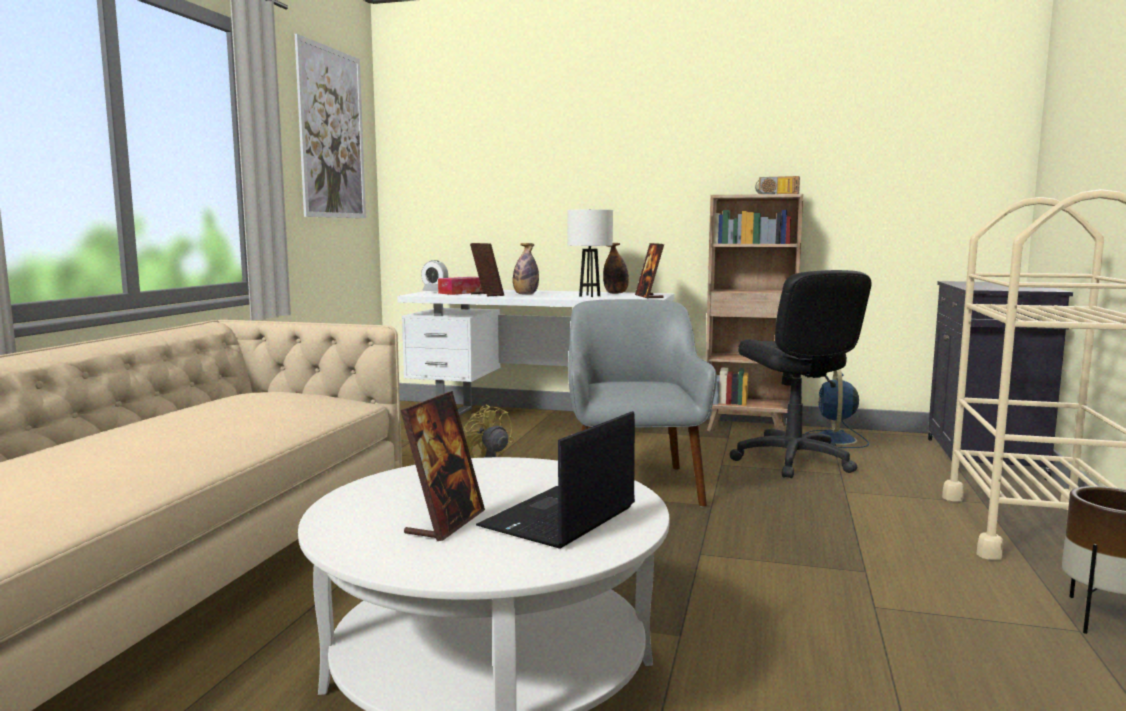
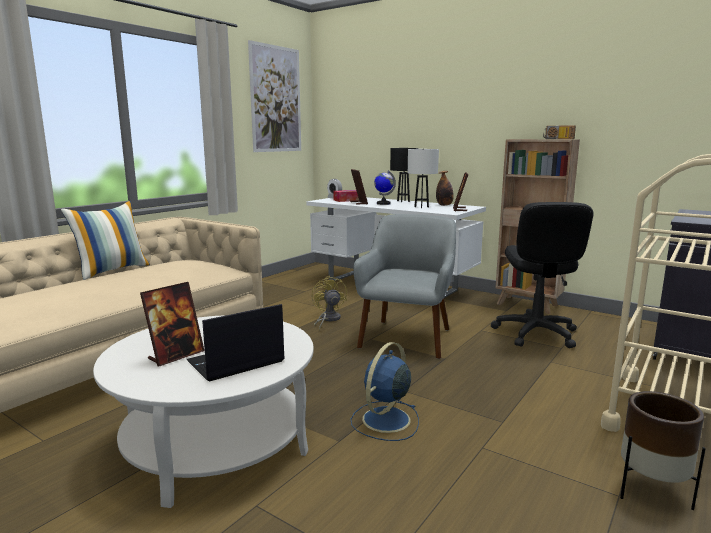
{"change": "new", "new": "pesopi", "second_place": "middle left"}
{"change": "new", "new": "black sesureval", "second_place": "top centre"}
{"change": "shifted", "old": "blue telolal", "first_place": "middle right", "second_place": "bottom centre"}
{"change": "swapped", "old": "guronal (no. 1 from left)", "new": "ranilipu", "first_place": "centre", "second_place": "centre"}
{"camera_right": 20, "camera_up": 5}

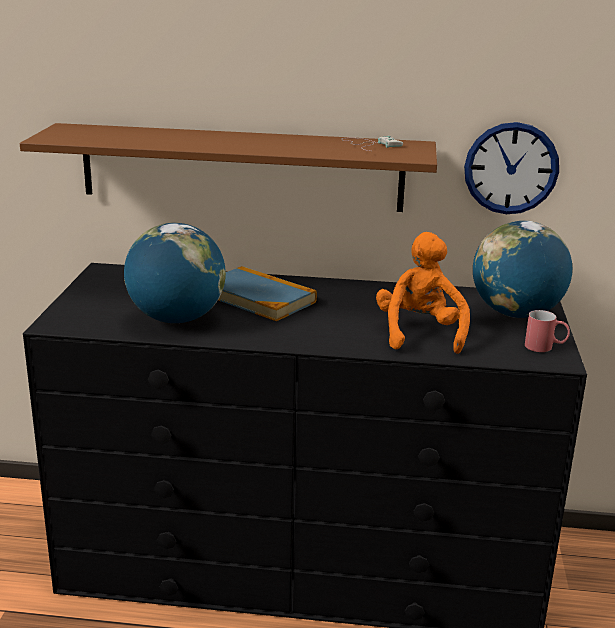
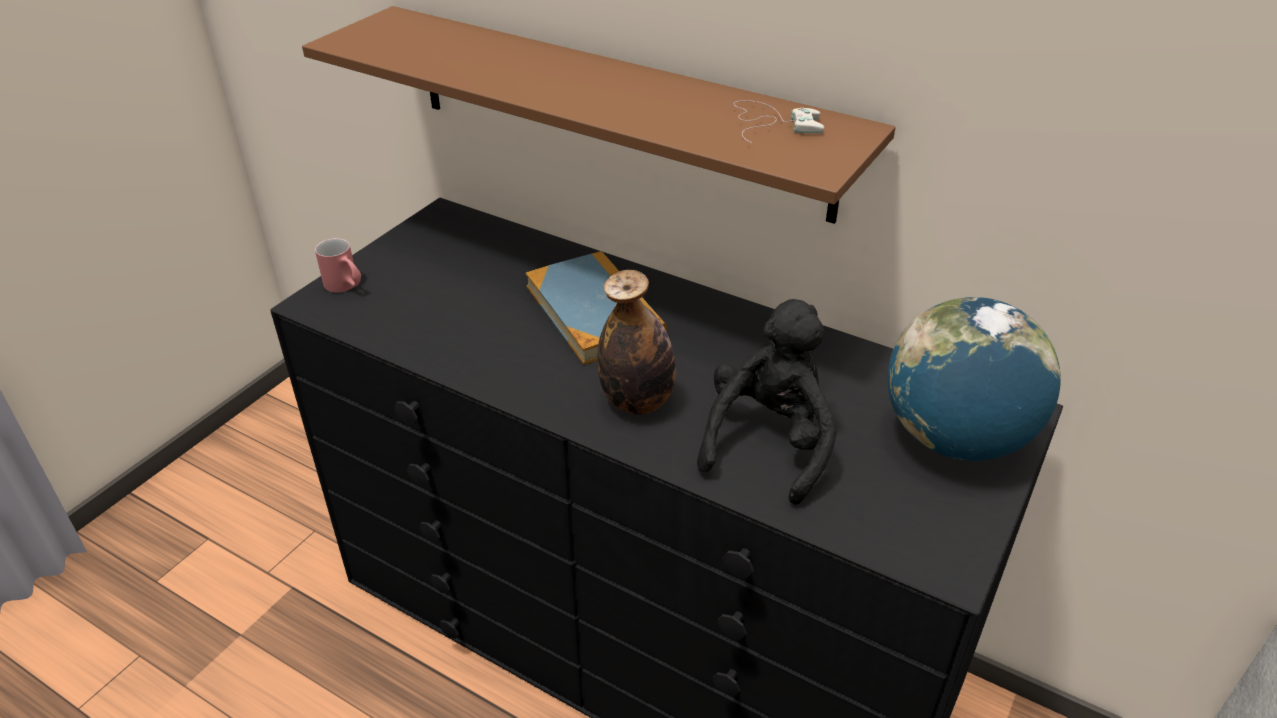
{"change": "gone", "old": "ranilipu (no. 1 from left)", "first_place": "middle left"}
{"change": "gone", "old": "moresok", "first_place": "top right"}
{"change": "new", "new": "guronal", "second_place": "centre"}
{"change": "shifted", "old": "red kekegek", "first_place": "middle right", "second_place": "middle left"}
{"change": "repainted", "old": "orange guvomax", "new": "black guvomax", "first_place": "middle right", "second_place": "centre"}
{"camera_right": 25, "camera_up": 15}

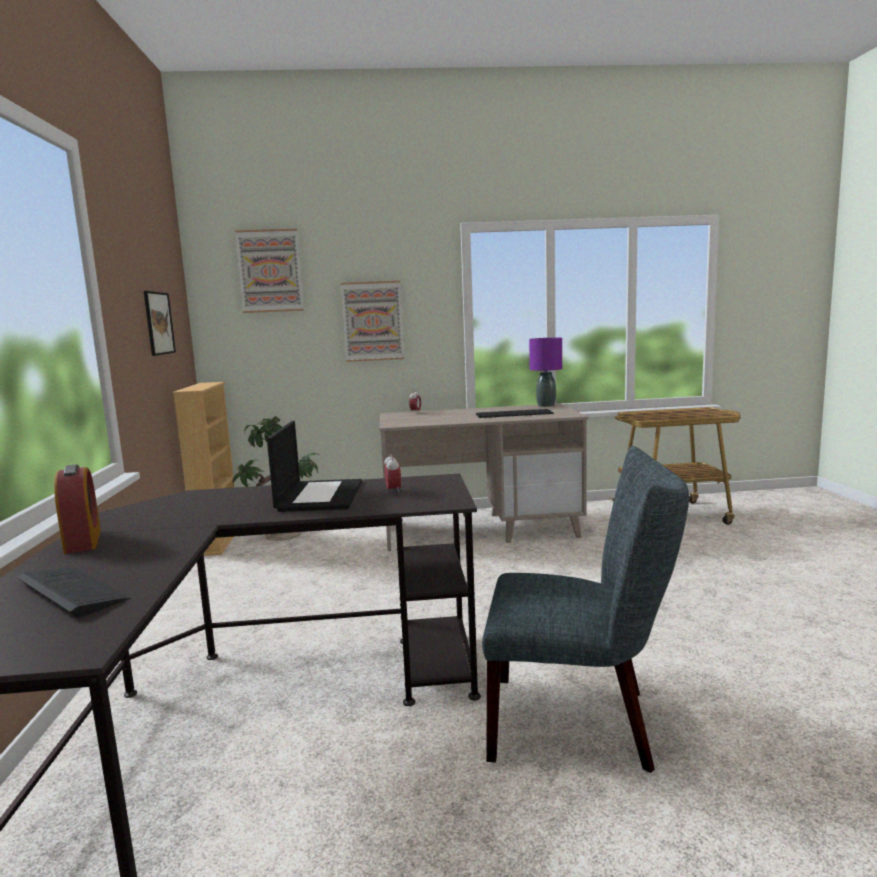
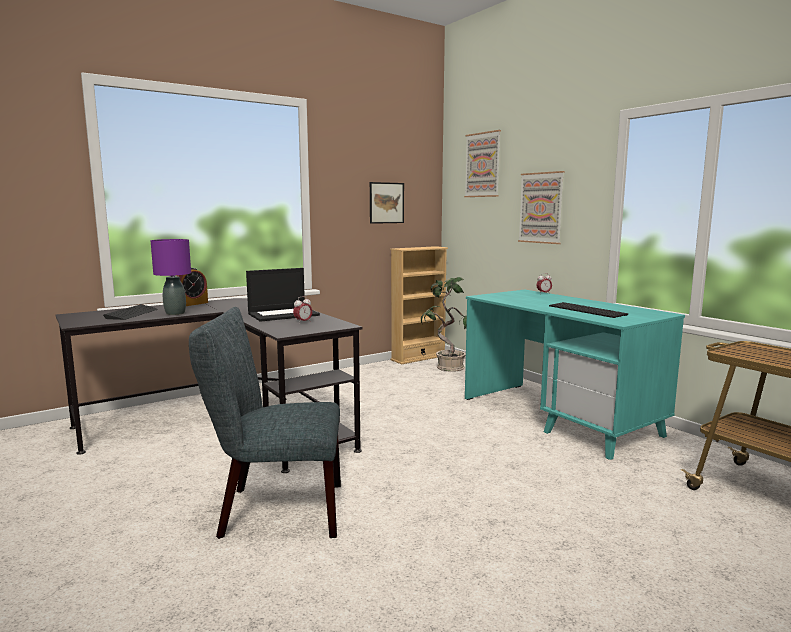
{"change": "shifted", "old": "purple sesureval", "first_place": "centre", "second_place": "middle left"}
{"change": "repainted", "old": "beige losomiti", "new": "turquoise losomiti", "first_place": "centre", "second_place": "middle right"}
{"change": "rotated", "old": "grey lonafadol", "first_place": "bottom right", "second_place": "bottom centre", "degrees": 105}
{"camera_right": 60, "camera_up": 0}

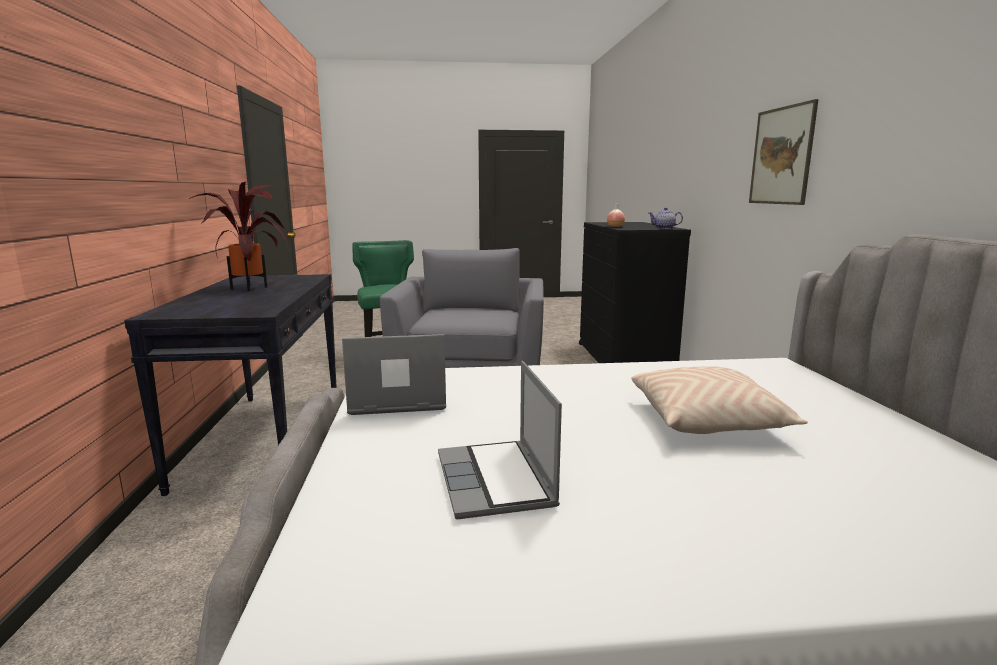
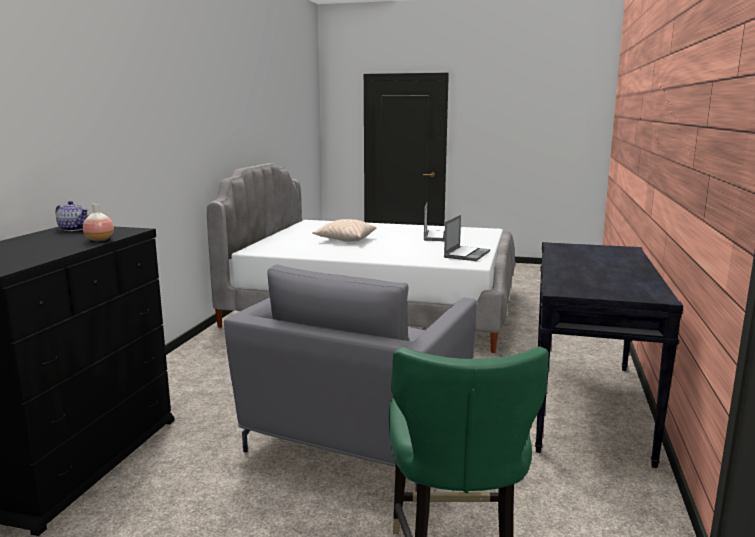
{"change": "gone", "old": "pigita", "first_place": "middle left"}
{"change": "gone", "old": "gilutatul", "first_place": "top right"}
{"change": "rotated", "old": "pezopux (no. 1 from left in the first image)", "first_place": "centre", "second_place": "centre", "degrees": -75}
{"camera_right": -160, "camera_up": 0}

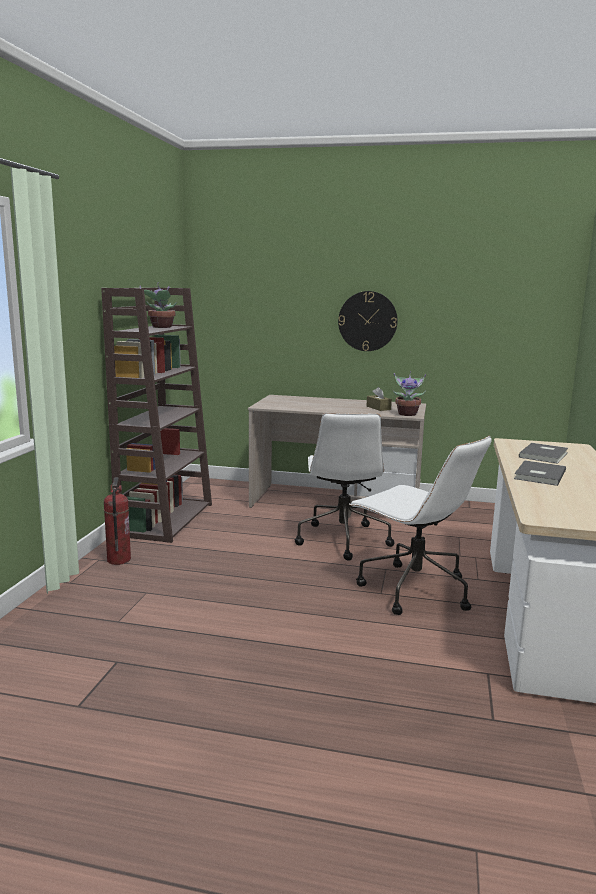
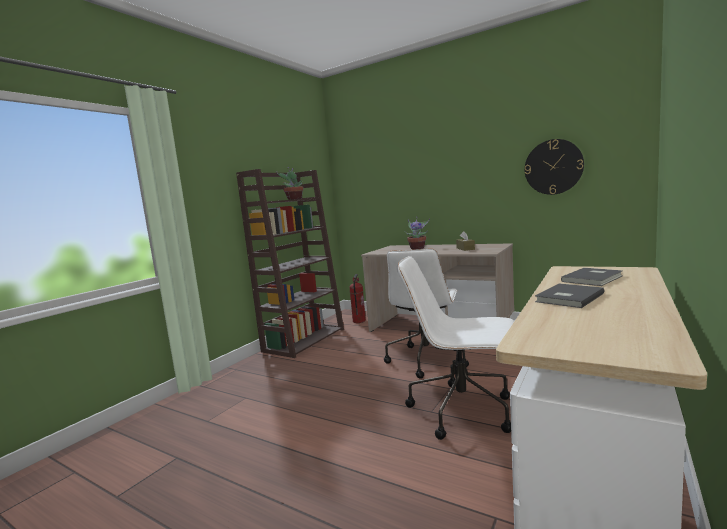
{"change": "shifted", "old": "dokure", "first_place": "middle left", "second_place": "centre"}
{"change": "shifted", "old": "moresok", "first_place": "centre", "second_place": "top right"}
{"change": "shifted", "old": "pigita (no. 2 from left)", "first_place": "middle right", "second_place": "centre"}
{"change": "rotated", "old": "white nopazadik (no. 2 from left)", "first_place": "middle right", "second_place": "centre", "degrees": 135}
{"camera_right": 20, "camera_up": -5}

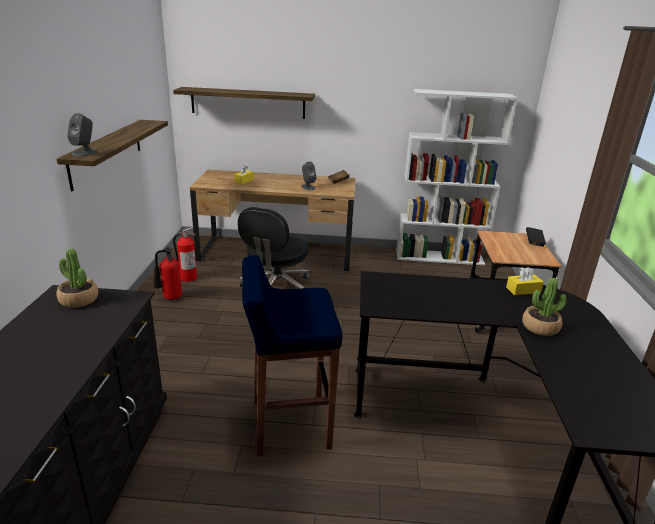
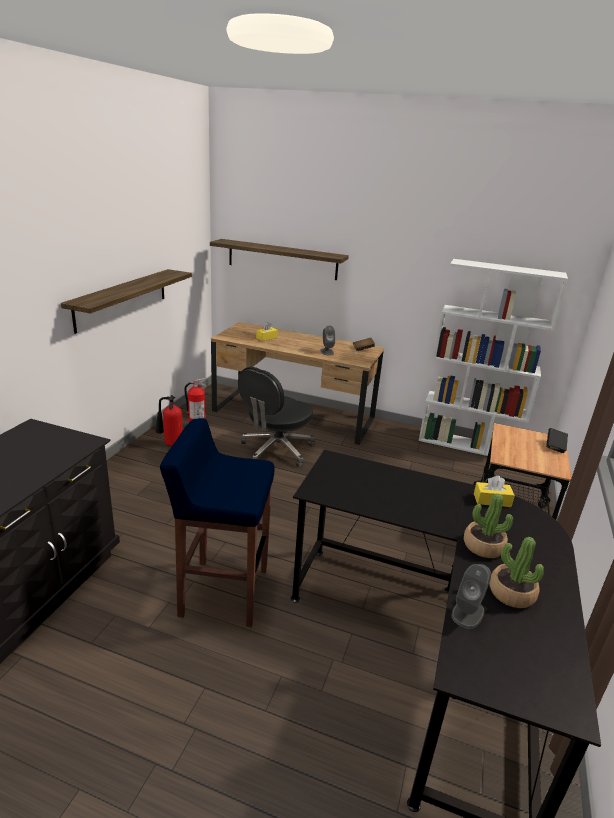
{"change": "shifted", "old": "pigita (no. 1 from left in the first image)", "new": "pigita (no. 2 from left)", "first_place": "middle left", "second_place": "bottom right"}
{"change": "shifted", "old": "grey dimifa (no. 1 from left in the first image)", "new": "grey dimifa (no. 2 from left)", "first_place": "top left", "second_place": "bottom right"}
{"camera_right": 15, "camera_up": 0}

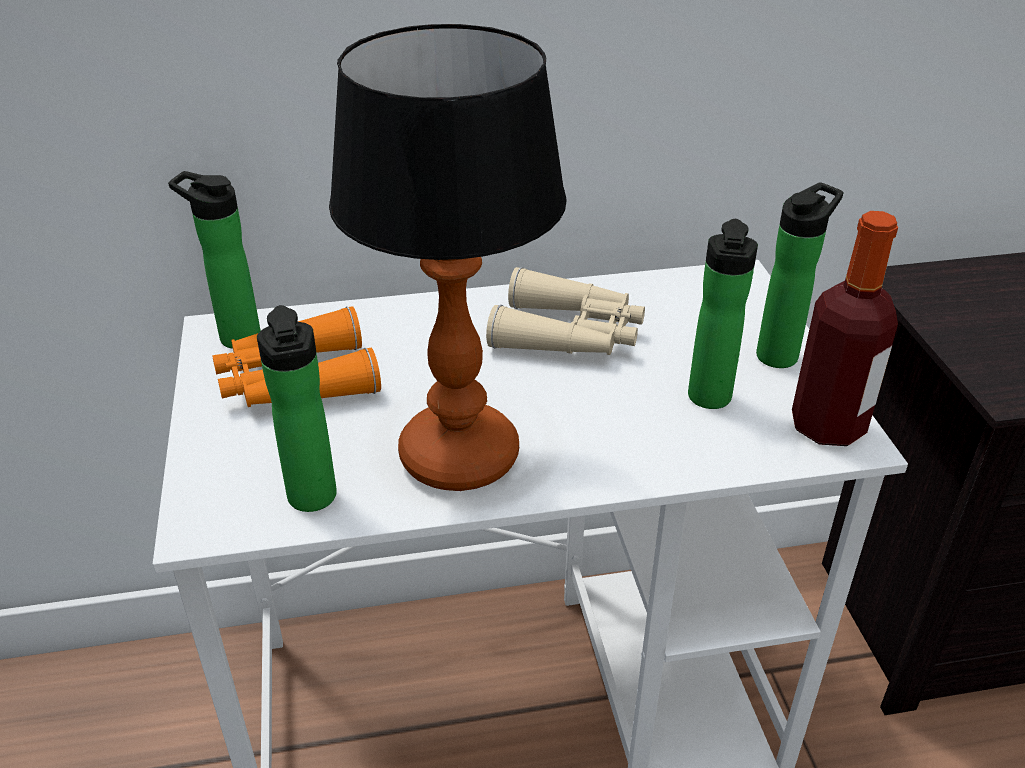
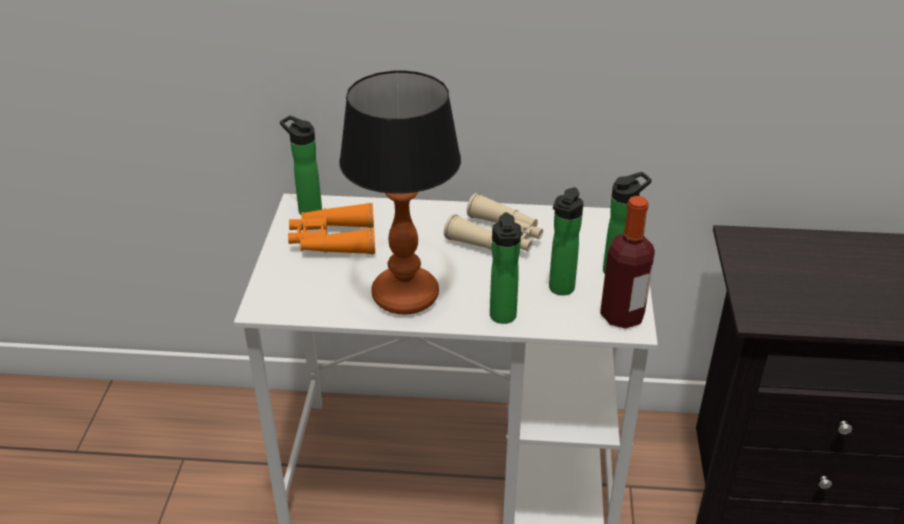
{"change": "shifted", "old": "guronal (no. 2 from left)", "first_place": "middle left", "second_place": "centre"}
{"camera_right": 15, "camera_up": 0}

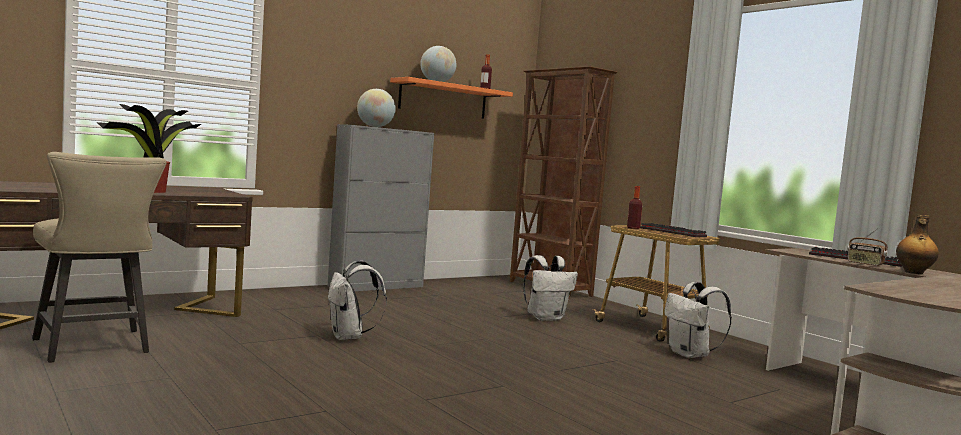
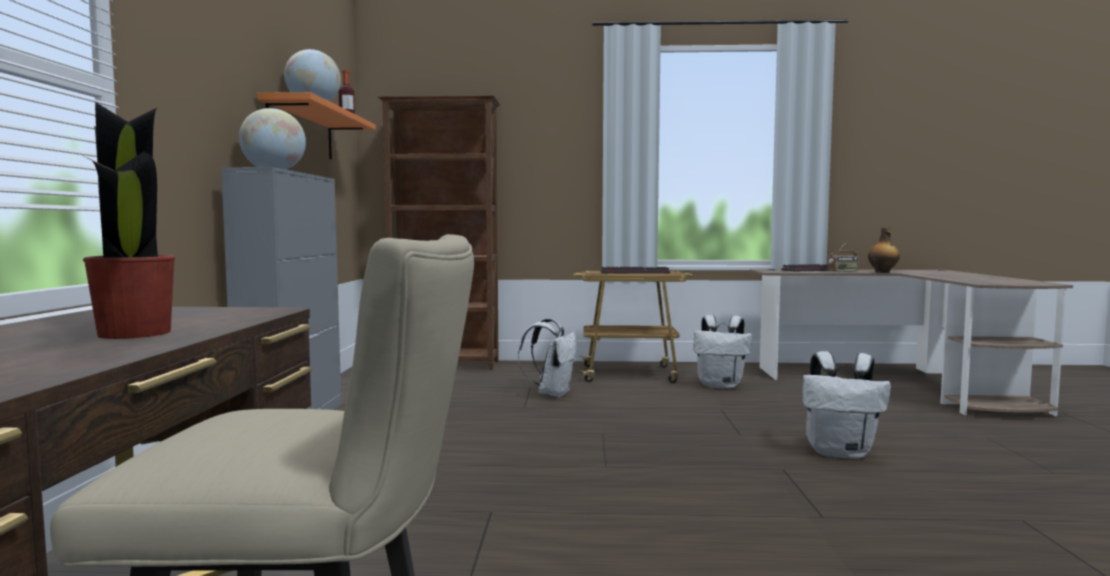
{"change": "gone", "old": "guronal (no. 2 from left)", "first_place": "centre"}
{"change": "shifted", "old": "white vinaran (no. 1 from left in the first image)", "new": "white vinaran (no. 3 from left)", "first_place": "bottom centre", "second_place": "bottom right"}
{"camera_right": -50, "camera_up": 0}

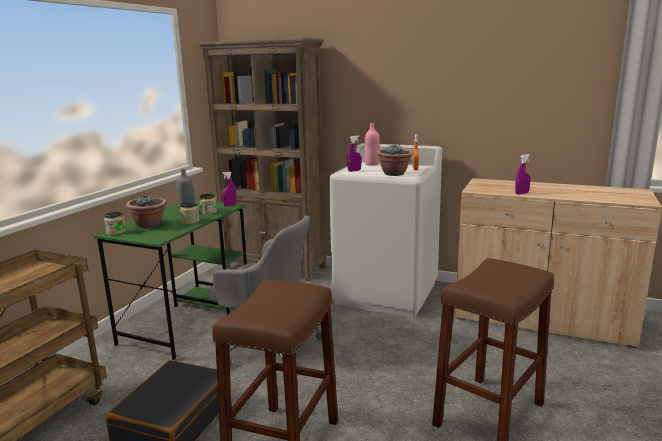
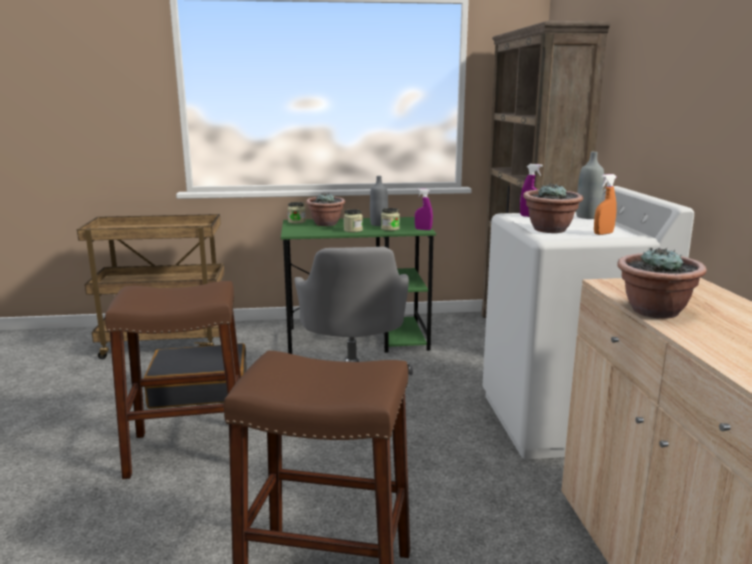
{"change": "swapped", "old": "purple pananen (no. 3 from left)", "new": "pigita (no. 3 from left)", "first_place": "middle right", "second_place": "middle right"}
{"change": "repainted", "old": "pink guronal", "new": "grey guronal (no. 2 from left)", "first_place": "top centre", "second_place": "top right"}
{"camera_right": 60, "camera_up": 0}

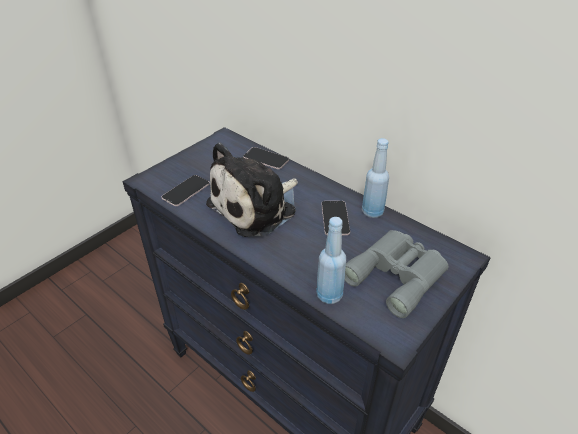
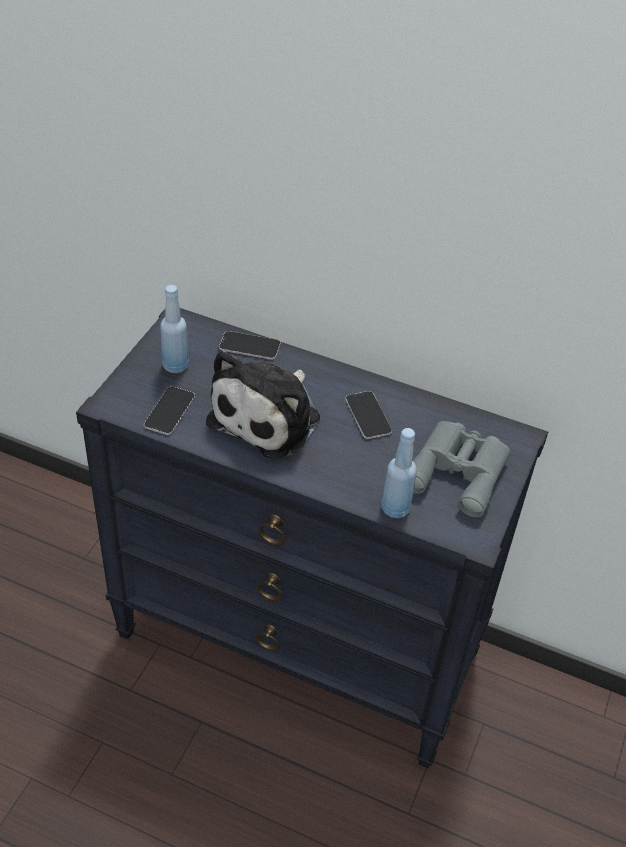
{"change": "shifted", "old": "blue guronal (no. 2 from left in the first image)", "new": "blue guronal (no. 1 from left)", "first_place": "centre", "second_place": "middle left"}
{"camera_right": -20, "camera_up": 5}

